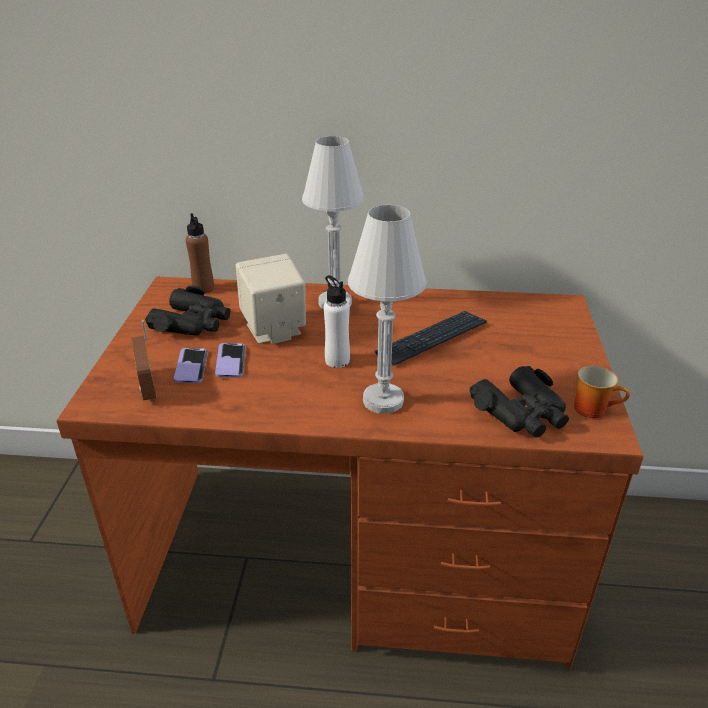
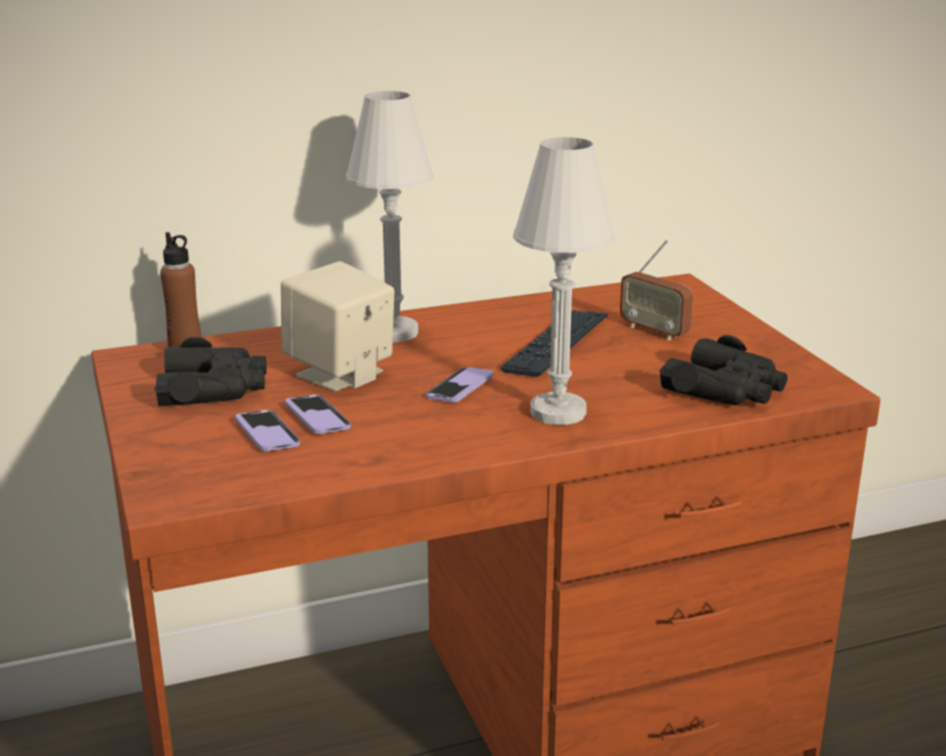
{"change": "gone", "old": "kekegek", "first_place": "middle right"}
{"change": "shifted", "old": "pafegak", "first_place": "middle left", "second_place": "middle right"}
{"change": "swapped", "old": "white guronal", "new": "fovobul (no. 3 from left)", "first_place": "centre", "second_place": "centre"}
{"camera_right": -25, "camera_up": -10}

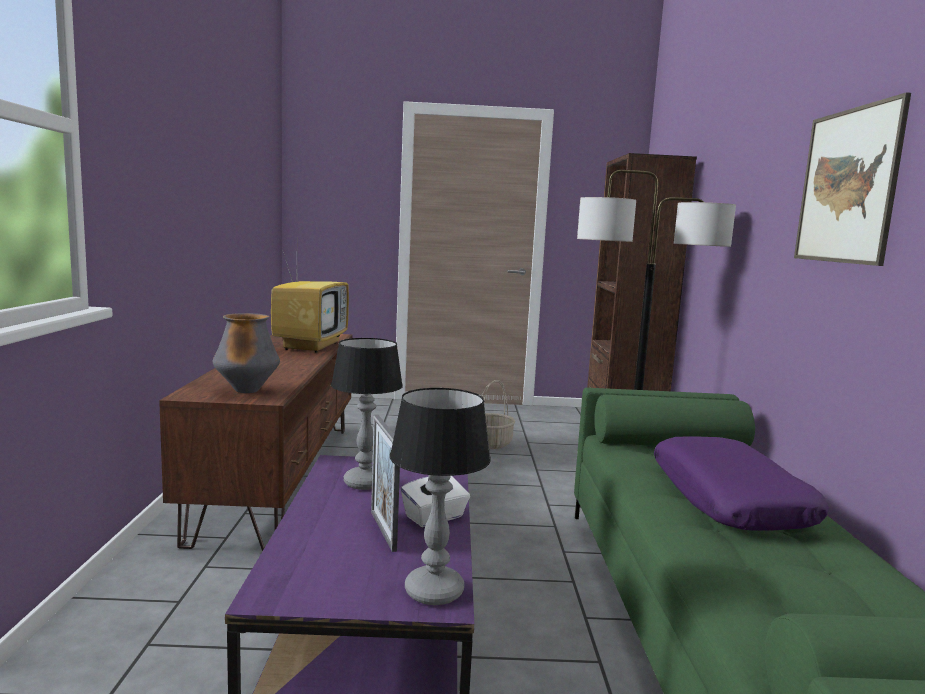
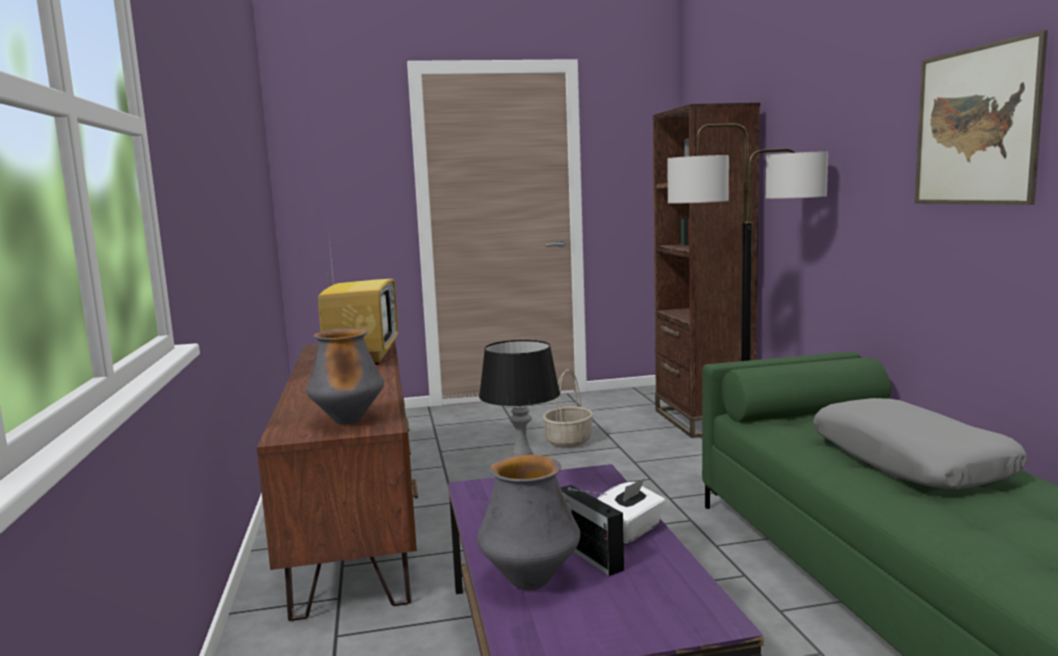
{"change": "gone", "old": "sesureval (no. 2 from left)", "first_place": "bottom centre"}
{"change": "new", "new": "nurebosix (no. 2 from left)", "second_place": "bottom centre"}
{"change": "swapped", "old": "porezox", "new": "pafegak", "first_place": "bottom centre", "second_place": "bottom centre"}
{"change": "repainted", "old": "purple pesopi", "new": "grey pesopi", "first_place": "bottom right", "second_place": "bottom right"}
{"camera_right": -10, "camera_up": 0}

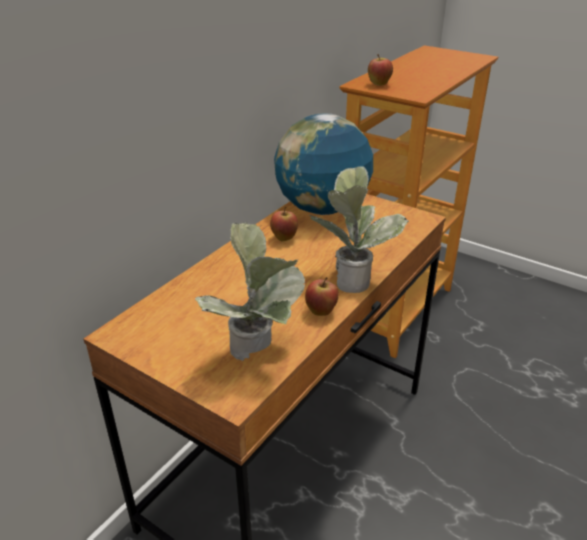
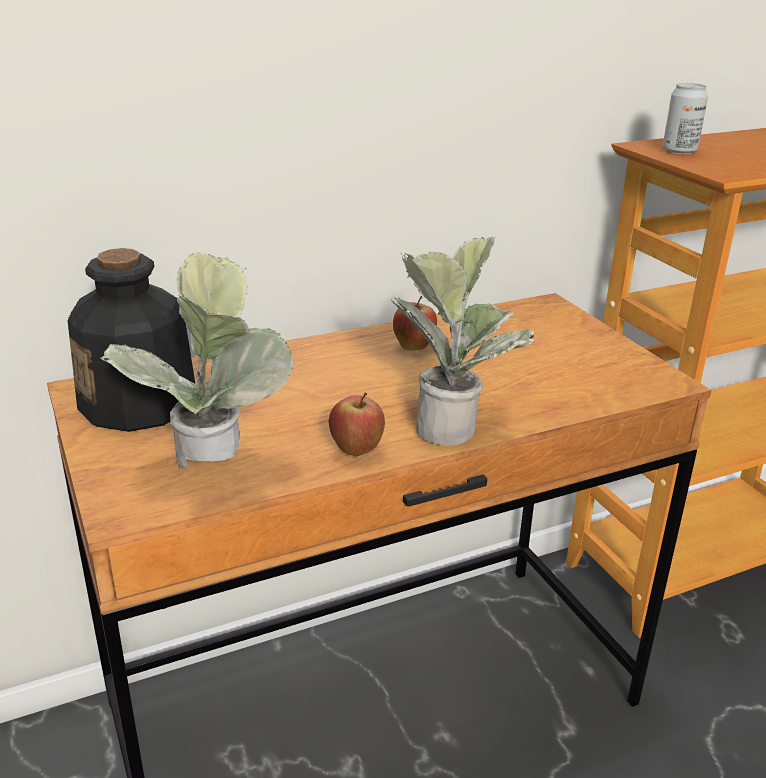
{"change": "gone", "old": "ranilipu", "first_place": "top centre"}
{"change": "new", "new": "guronal", "second_place": "middle left"}
{"change": "swapped", "old": "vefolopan (no. 3 from left)", "new": "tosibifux", "first_place": "top centre", "second_place": "top right"}
{"camera_right": 30, "camera_up": -5}

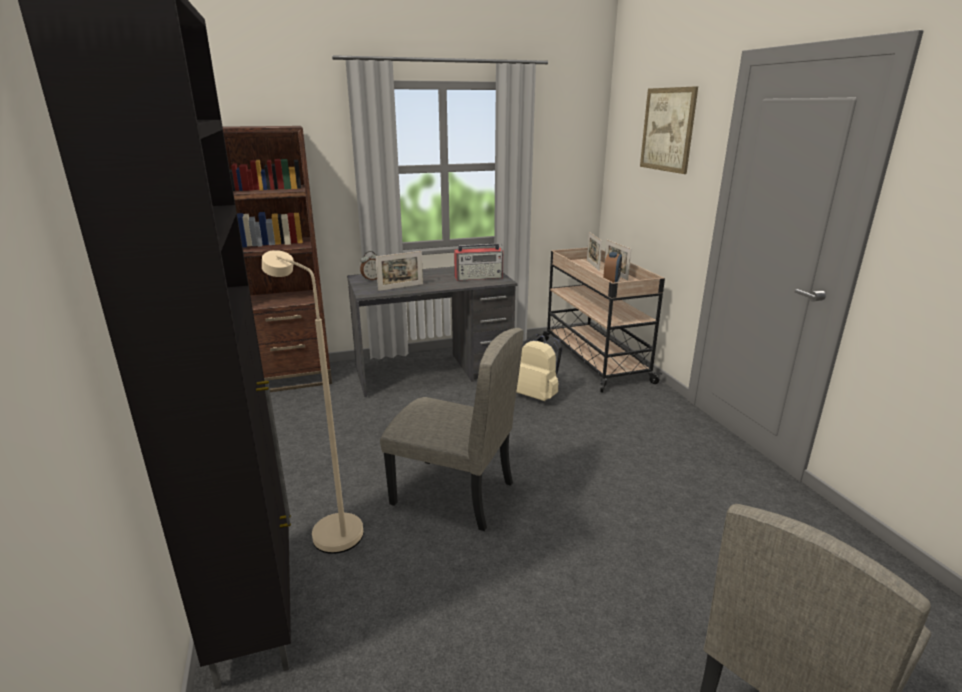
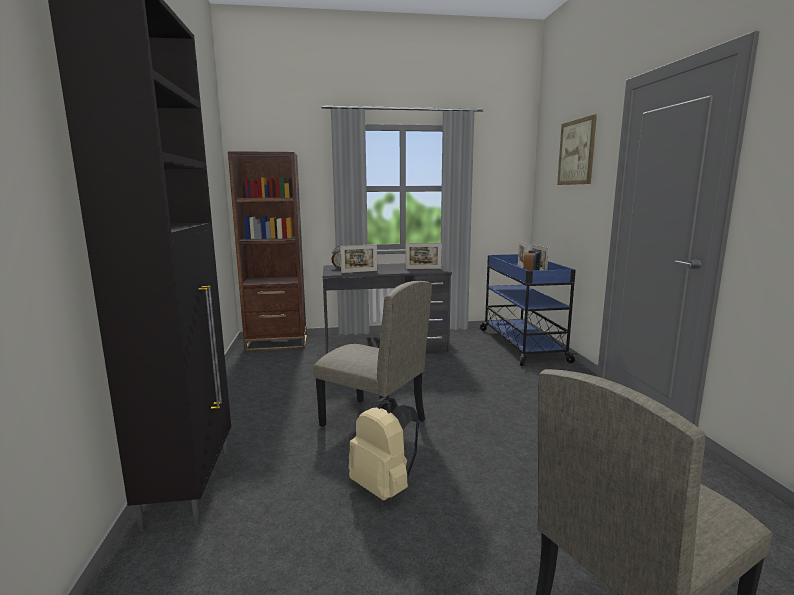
{"change": "gone", "old": "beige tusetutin", "first_place": "middle left"}
{"change": "shifted", "old": "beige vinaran", "first_place": "centre", "second_place": "bottom centre"}
{"change": "swapped", "old": "pafegak", "new": "porezox (no. 2 from left)", "first_place": "centre", "second_place": "centre"}
{"change": "repainted", "old": "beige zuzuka", "new": "blue zuzuka", "first_place": "centre", "second_place": "centre"}
{"camera_right": 10, "camera_up": -10}

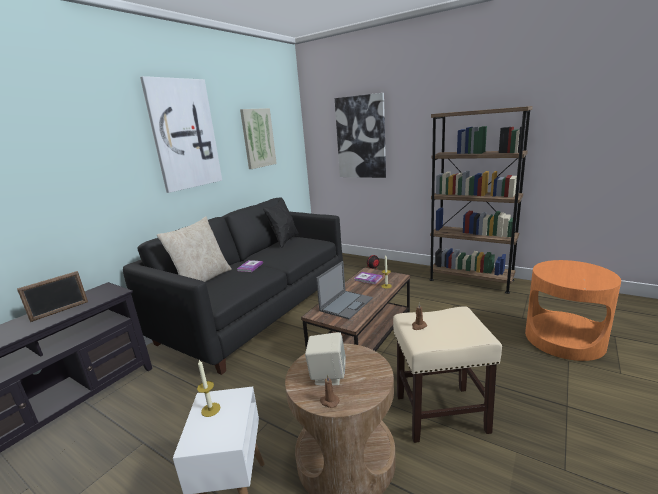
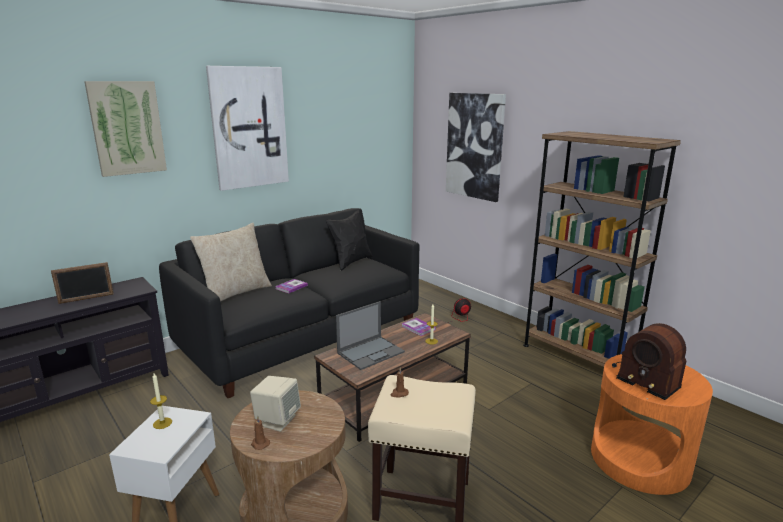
{"change": "new", "new": "pafegak", "second_place": "bottom right"}
{"change": "shifted", "old": "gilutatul (no. 2 from left in the first image)", "new": "gilutatul (no. 1 from left)", "first_place": "top centre", "second_place": "top left"}
{"camera_right": 15, "camera_up": 0}

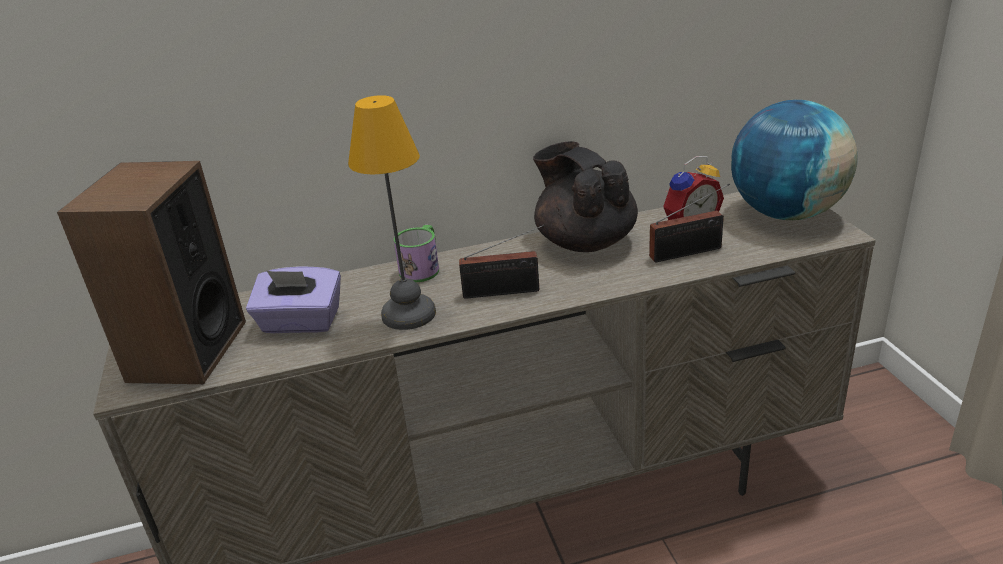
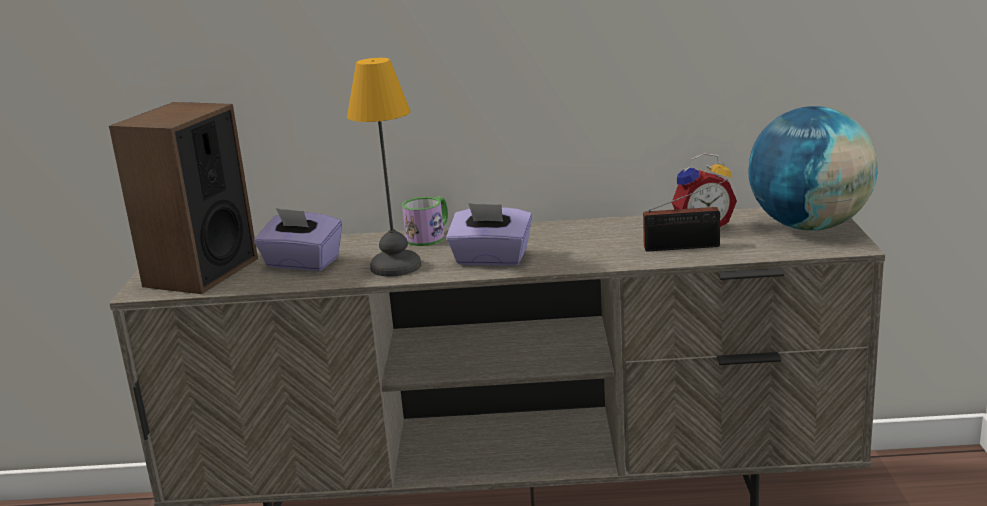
{"change": "gone", "old": "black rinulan", "first_place": "centre"}
{"change": "swapped", "old": "pafegak (no. 1 from left)", "new": "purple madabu (no. 2 from left)", "first_place": "centre", "second_place": "centre"}
{"camera_right": 15, "camera_up": -10}

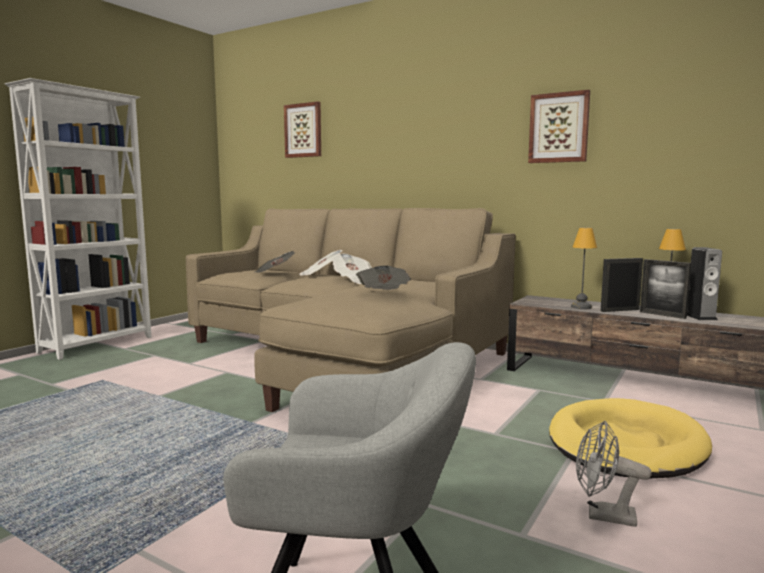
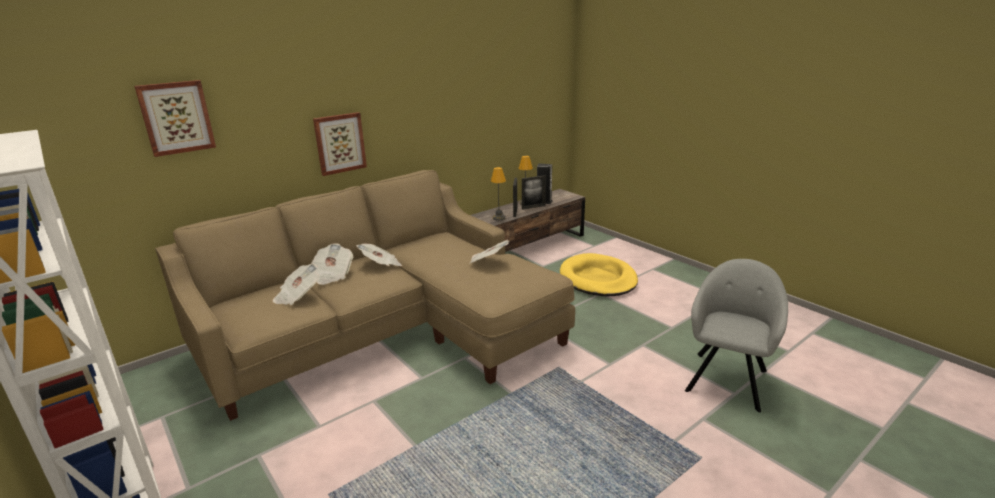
{"change": "gone", "old": "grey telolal", "first_place": "bottom right"}
{"change": "shifted", "old": "gilutatul (no. 2 from left)", "first_place": "top right", "second_place": "top centre"}
{"camera_right": -70, "camera_up": 15}

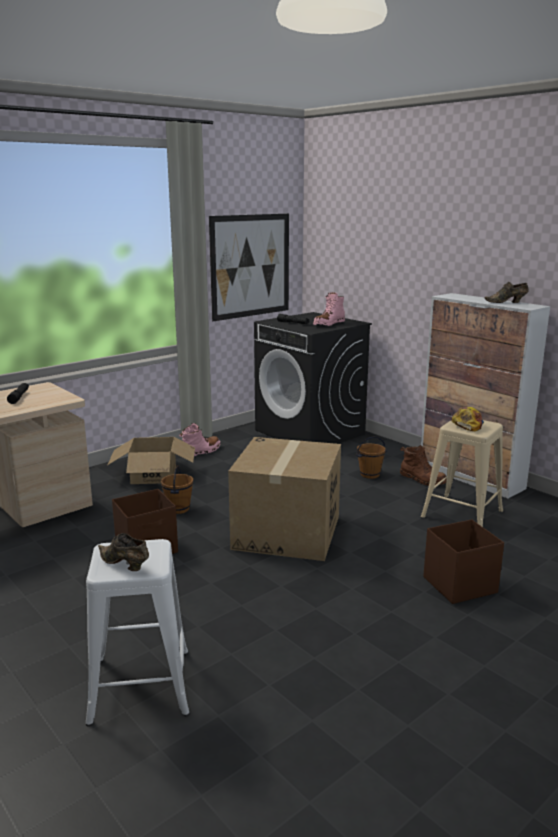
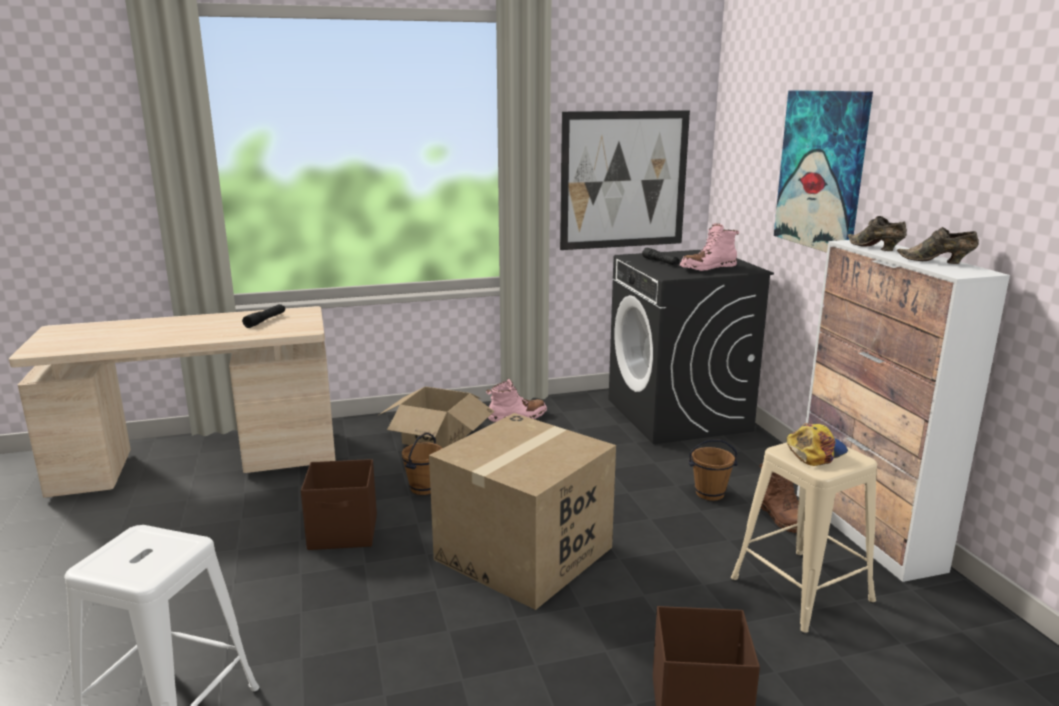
{"change": "new", "new": "gilutatul (no. 2 from left)", "second_place": "top right"}
{"change": "shifted", "old": "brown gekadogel (no. 1 from left)", "first_place": "middle left", "second_place": "top right"}
{"camera_right": 25, "camera_up": 0}

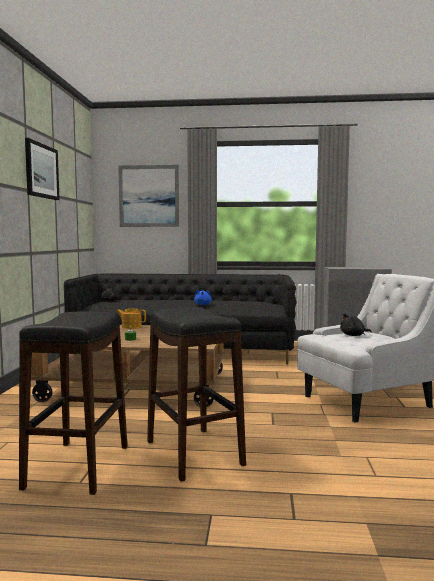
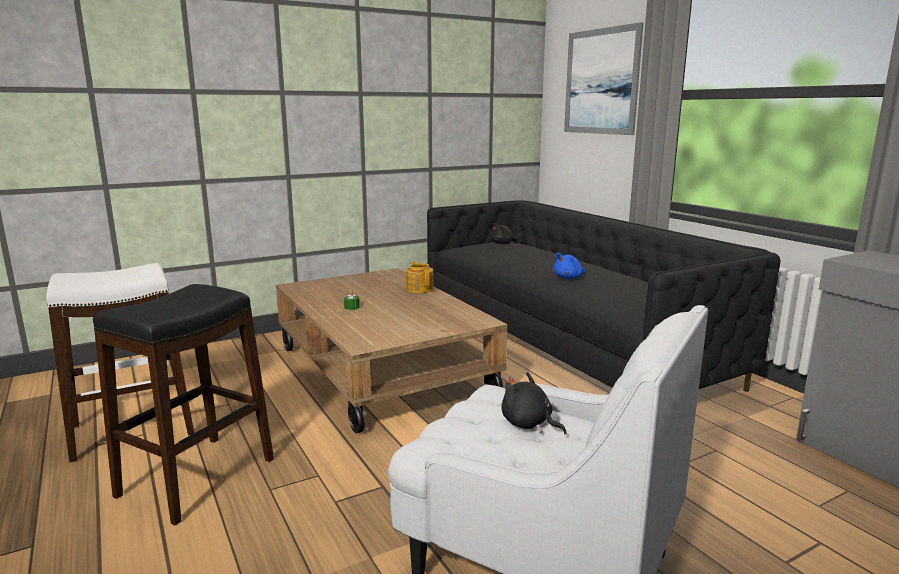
{"change": "gone", "old": "gilutatul (no. 1 from left)", "first_place": "top left"}
{"change": "repainted", "old": "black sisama (no. 1 from left)", "new": "white sisama", "first_place": "bottom left", "second_place": "middle left"}
{"camera_right": 55, "camera_up": 10}

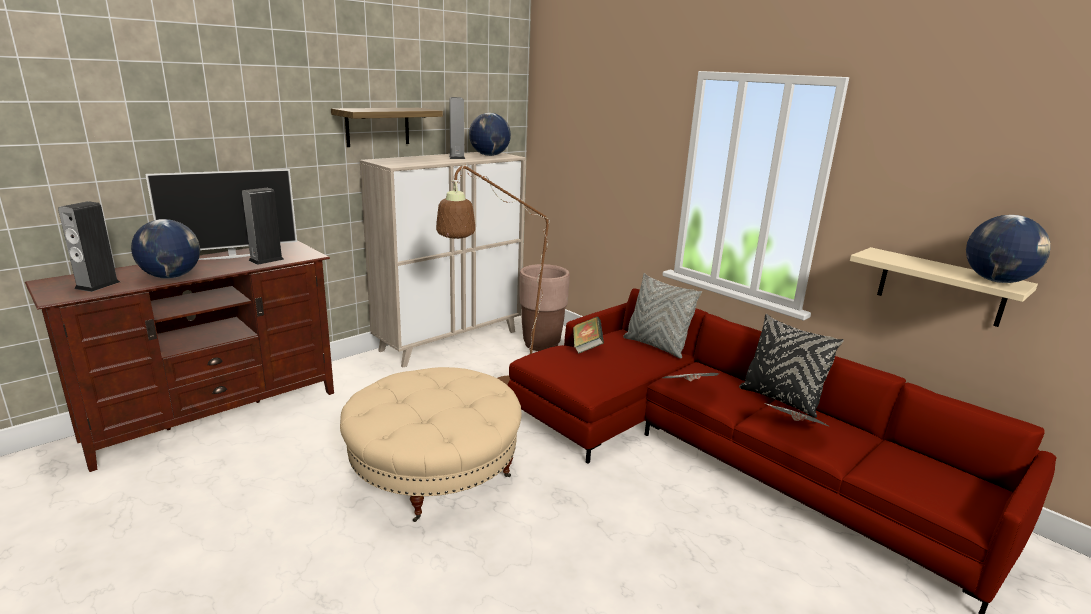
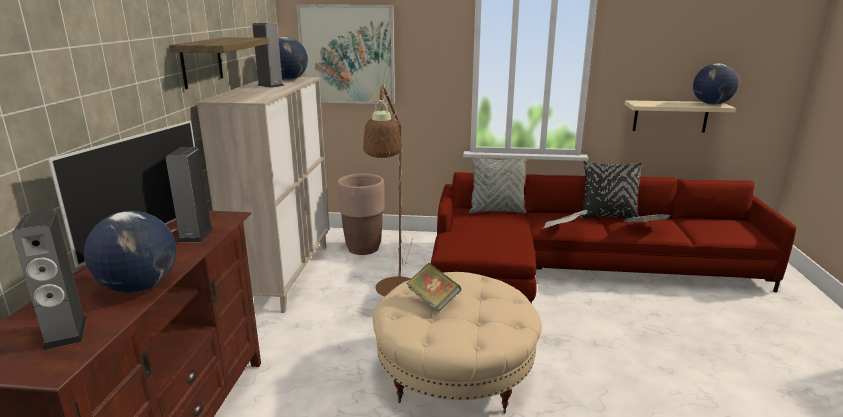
{"change": "new", "new": "gilutatul", "second_place": "top centre"}
{"change": "shifted", "old": "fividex", "first_place": "centre", "second_place": "bottom centre"}
{"camera_right": -40, "camera_up": 0}

